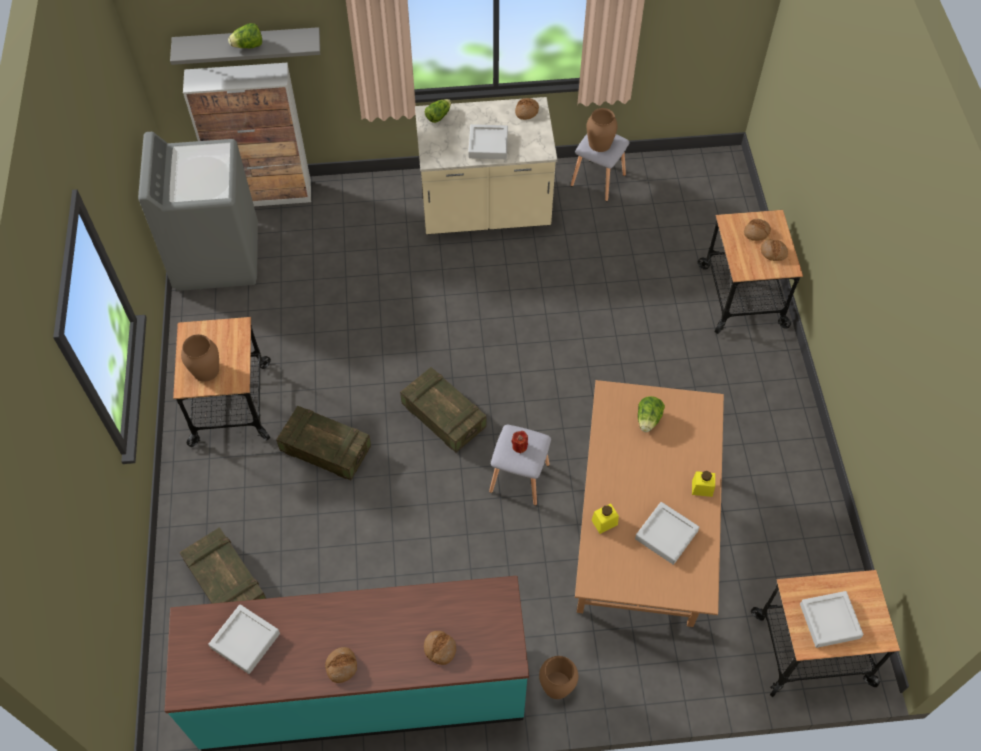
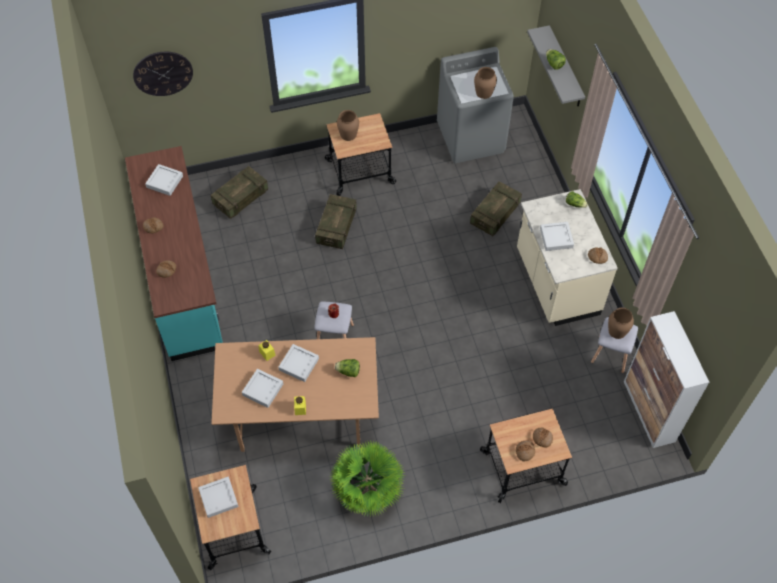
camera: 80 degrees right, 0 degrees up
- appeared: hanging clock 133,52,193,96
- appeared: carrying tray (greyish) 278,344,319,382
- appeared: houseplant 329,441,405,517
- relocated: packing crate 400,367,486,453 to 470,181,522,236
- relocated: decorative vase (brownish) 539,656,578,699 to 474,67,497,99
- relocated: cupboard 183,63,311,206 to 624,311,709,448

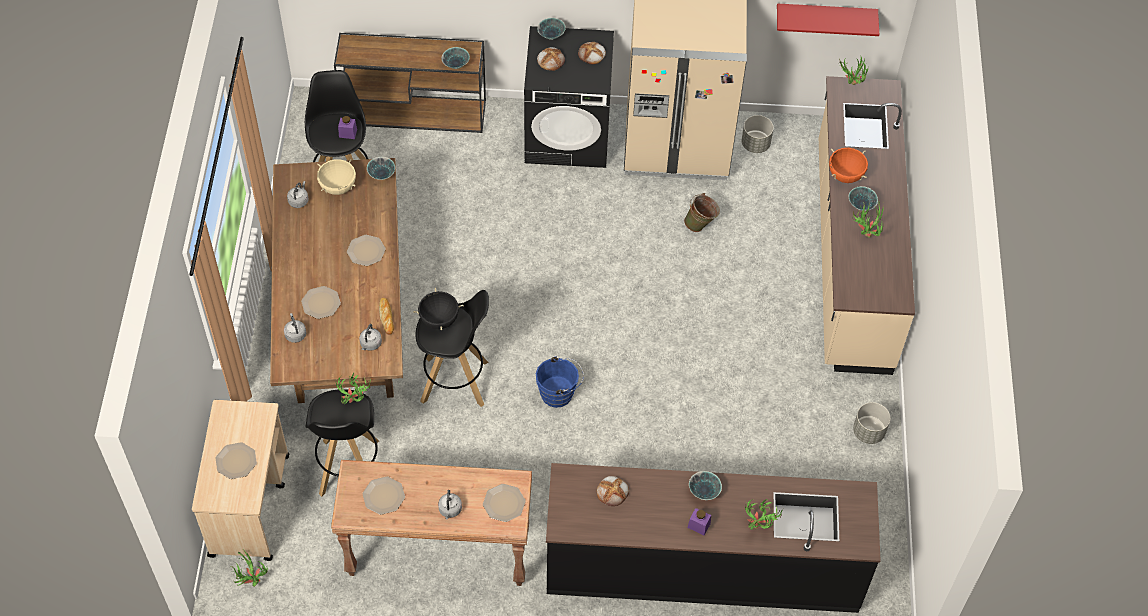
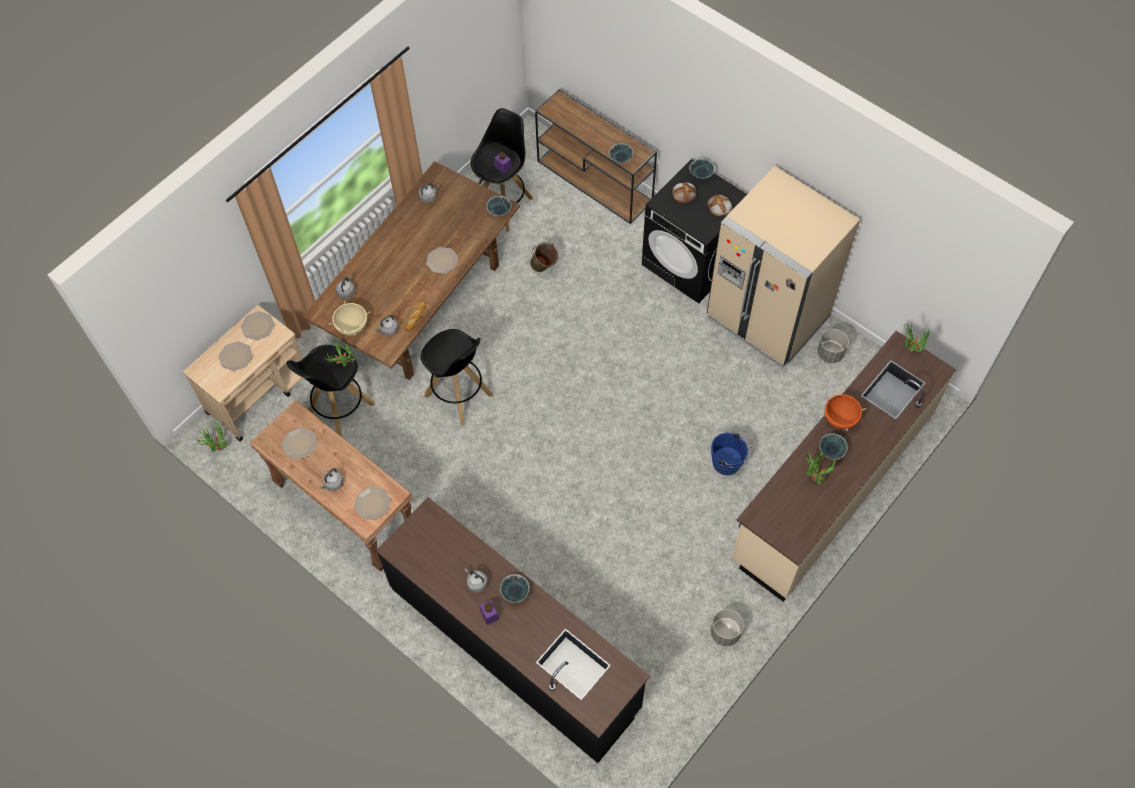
camera: 40 degrees right, 5 degrees up
- relocated: plate 301,286,341,319 to 241,311,275,340
- relocated: stockpot (beige-coloured) 317,159,356,195 to 329,300,371,336
- appeared: water kettle (greyish) 464,568,488,593
- relocated: bucket (green) 684,193,720,232 to 530,242,559,272
- relocated: bucket (bluish) 536,356,584,408 to 711,433,752,475
- missing: stockpot (black-coloured) 413,288,464,330
- missing: bread 597,476,629,506
- missing: houseplant 745,499,783,530
- missing: bracket shelf (red-coloured) 777,3,879,36

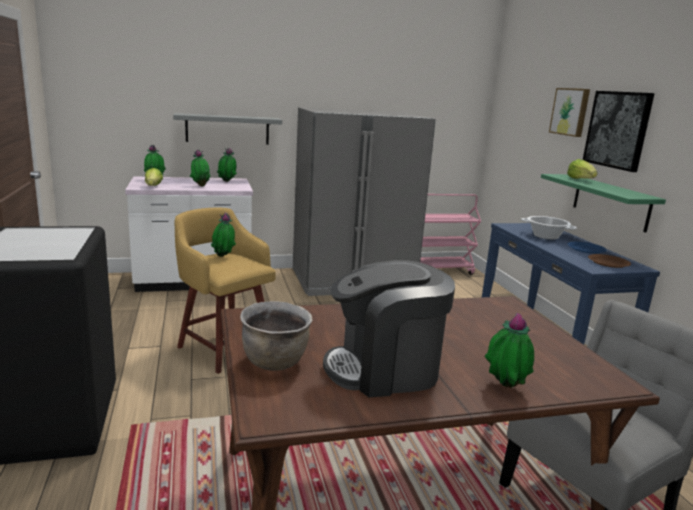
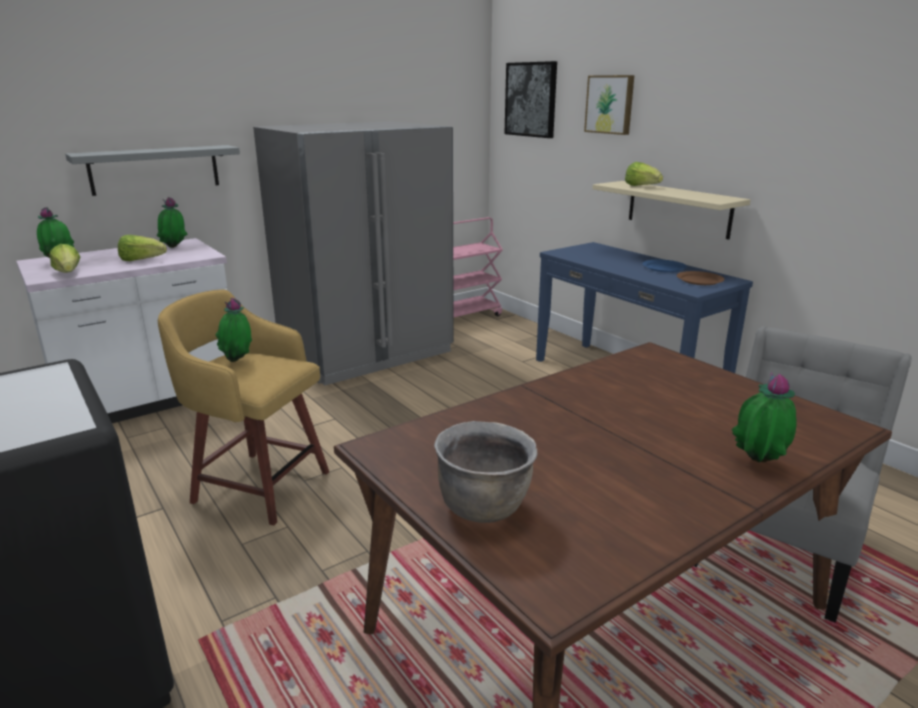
camera: 20 degrees left, 5 degrees up
- exchanged: houseplant 190,149,211,187 to head of lettuce 118,235,167,261
- relocated: wall picture 583,91,655,172 to 504,61,557,138
- colour: bracket shelf (green) 541,174,666,233 to bracket shelf (beige-coloured) 593,181,751,240
- missing: coffee machine 323,260,455,397
- missing: stockpot 521,216,577,240

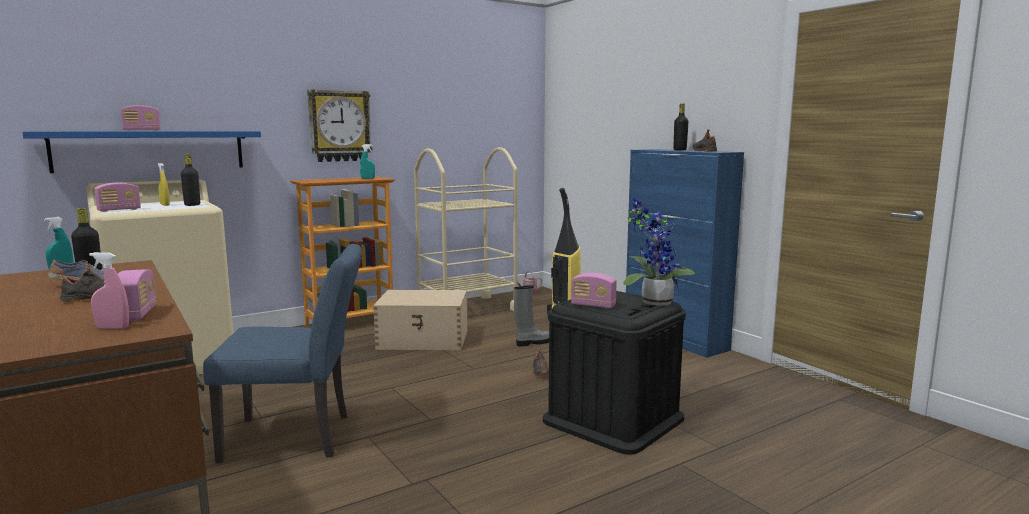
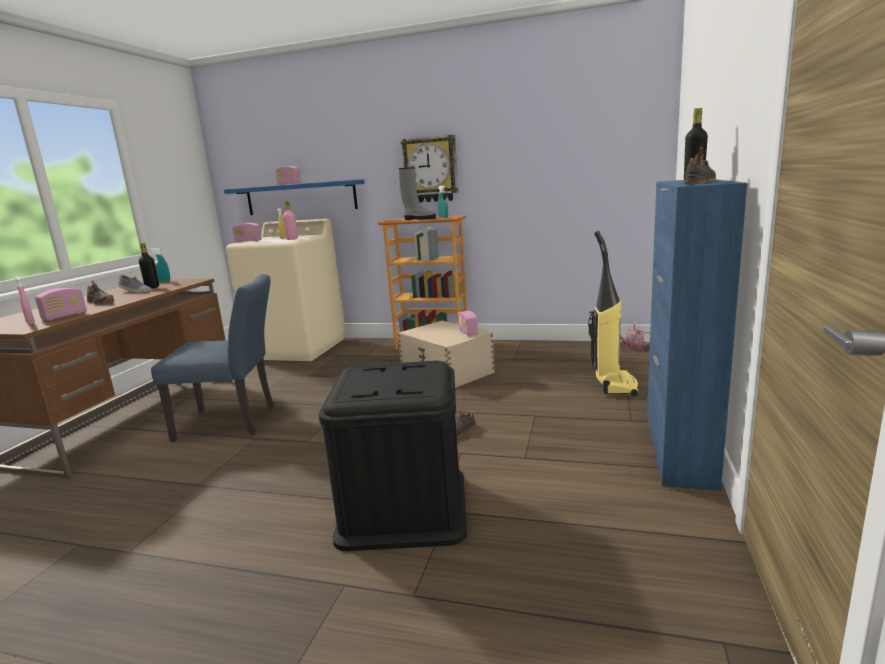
camera: 50 degrees right, 5 degrees up
- spun: chair (bluish) 203,244,362,463 = 151,274,274,442 45 degrees counterclockwise
- colour: beverage bottle (black-coloured) 181,154,200,206 to beverage bottle (pink) 283,201,298,240
- relocated: high-top boot (greyish) 514,285,549,347 to 399,167,436,220
- relocated: radio receiver 571,273,617,308 to 458,311,478,336
- missing: wheeled cart (beige-coloured) 414,147,517,311
- missing: houseplant 623,197,695,305

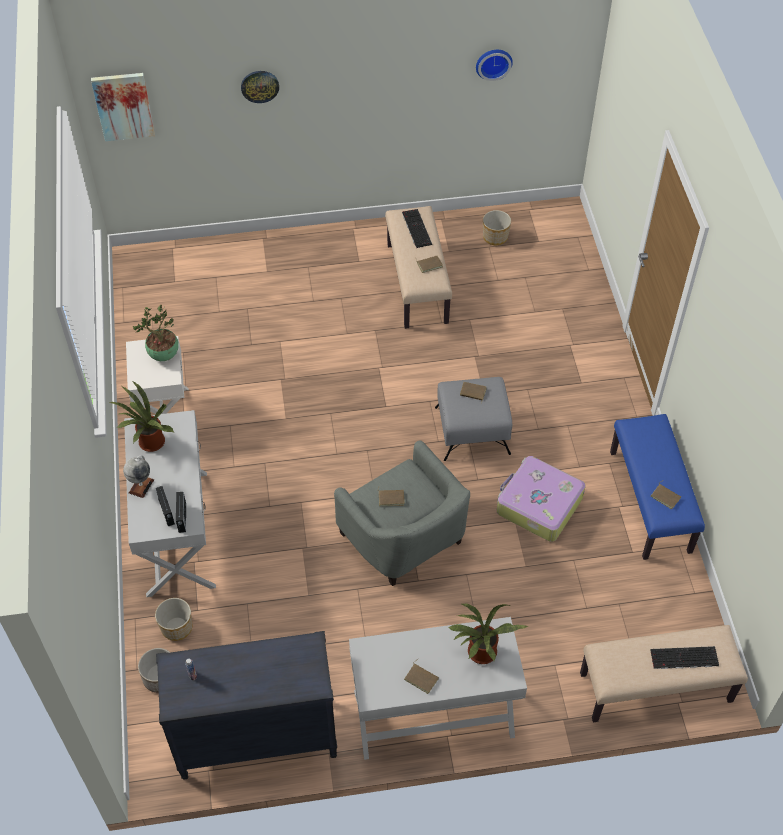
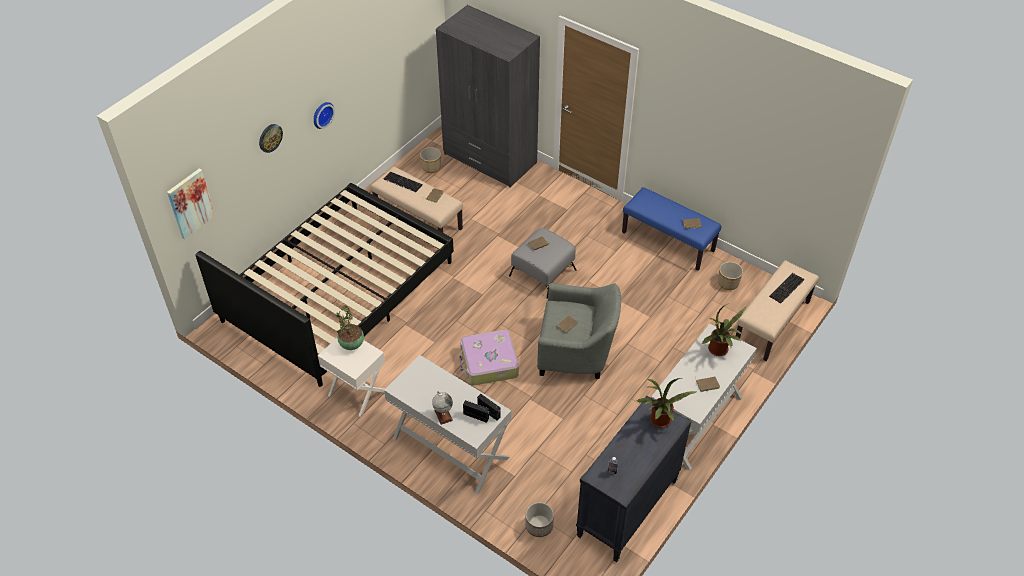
camera: 45 degrees left, 5 degrees down
- appeared: sleeping bed (black-coloured) 195,183,454,387
- relocated: hanging clock 476,50,513,81 to 314,102,335,129
- appeared: wardrobe (greyish) 436,5,540,187
- relocated: travel case 497,456,586,542 to 459,330,519,385
- relocated: houseplant 109,381,174,452 to 636,378,696,428
- relocated: plant pot 155,598,192,641 to 718,262,743,290

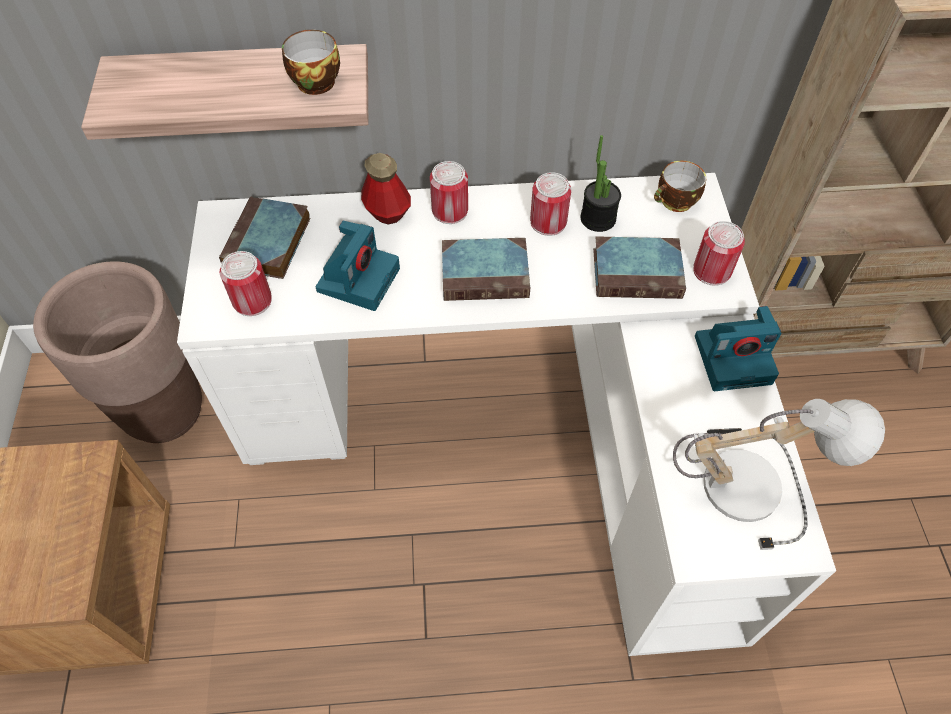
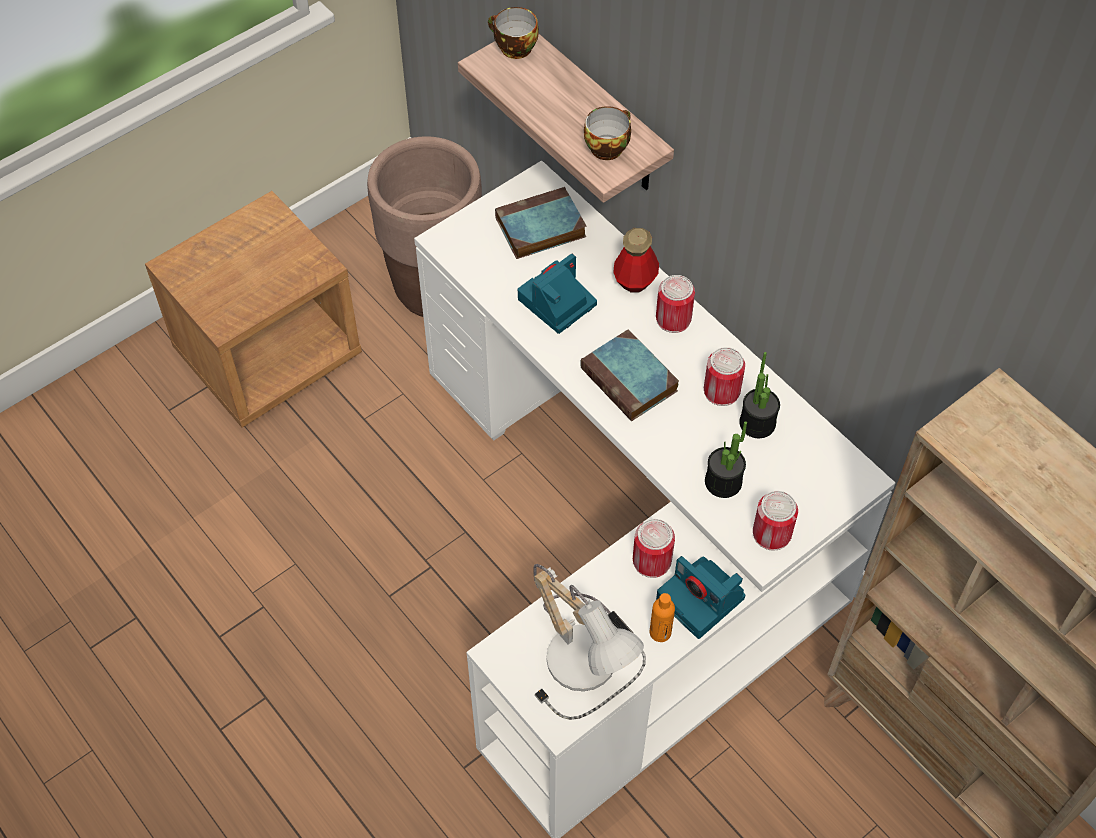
camera: 55 degrees right, 0 degrees up
- relocated: drinking cup 654,161,706,212 to 488,7,539,59
- spun: photo camera 316,221,400,311 = 518,254,597,334 150 degrees clockwise
- relocated: metal can 220,251,272,316 to 633,519,675,578
- appeared: beverage bottle (orange-coloured) 650,593,675,642
- exchanged: book 593,237,686,299 to houseplant 705,421,747,498

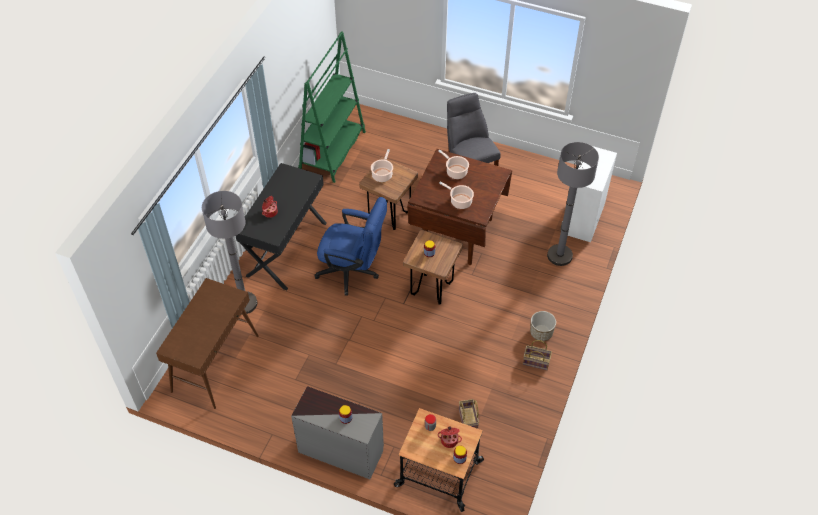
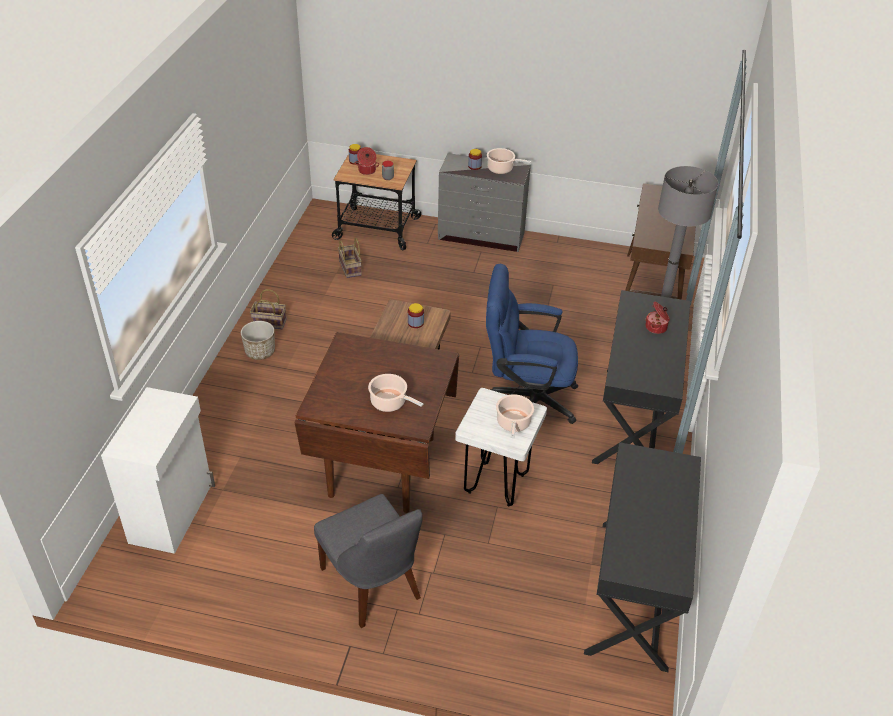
camera: 170 degrees right, 10 degrees down
- colour: sitting stool (brownish) 359,157,418,230 to sitting stool (white) 455,388,547,506
- relocated: stockpot 439,182,474,209 to 487,148,531,174
- exchanged: bookshelf (green) 298,32,366,183 to desk (black-coloured) 584,442,701,672
- missing: standard lamp (greyish) 547,142,599,266

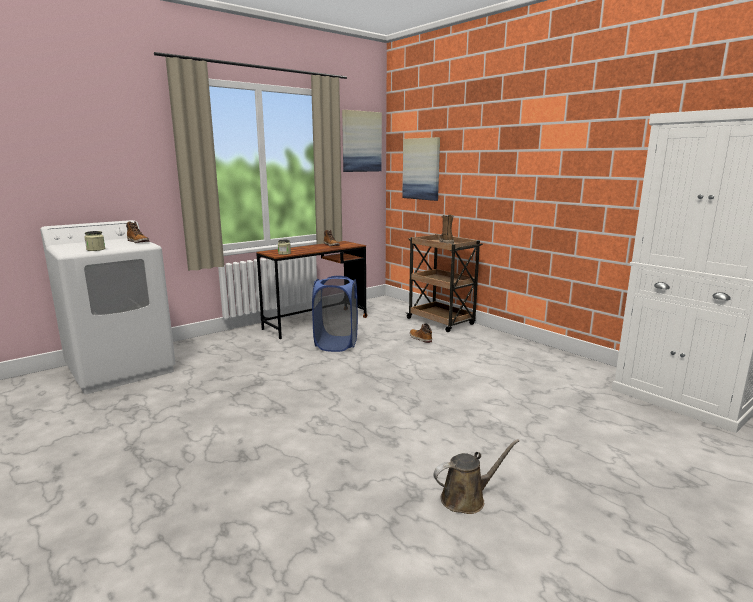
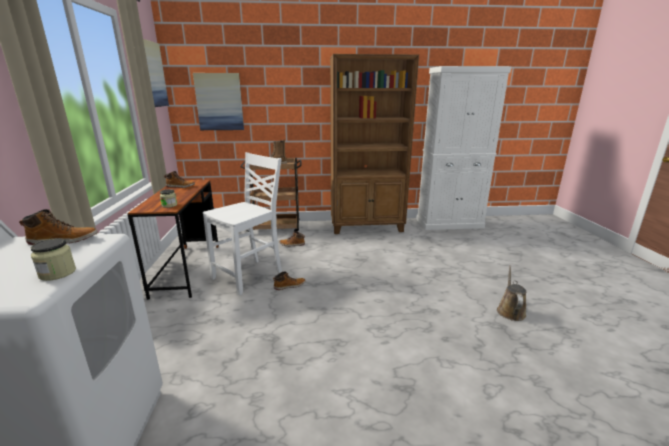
camera: 55 degrees left, 5 degrees up
- exchanged: laundry basket (bluish) 312,276,358,352 to chair (white) 203,152,282,296
- appeared: high-top boot 273,272,305,290
- appeared: bookshelf (brownish) 330,54,419,234

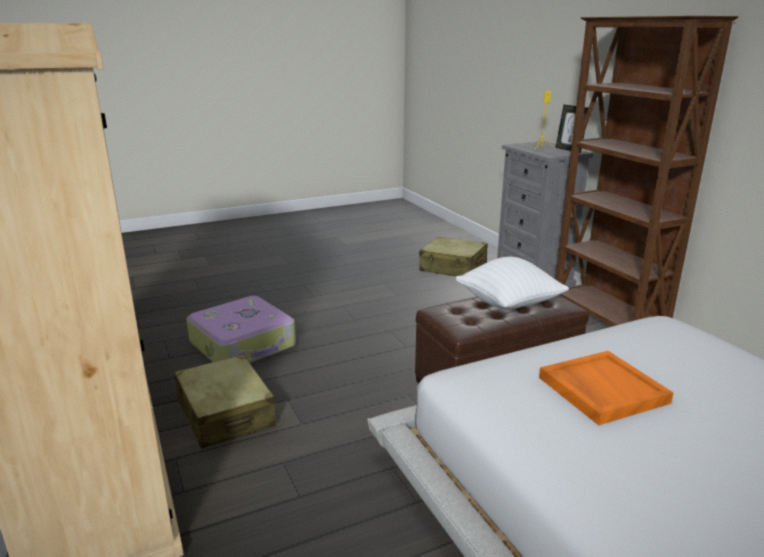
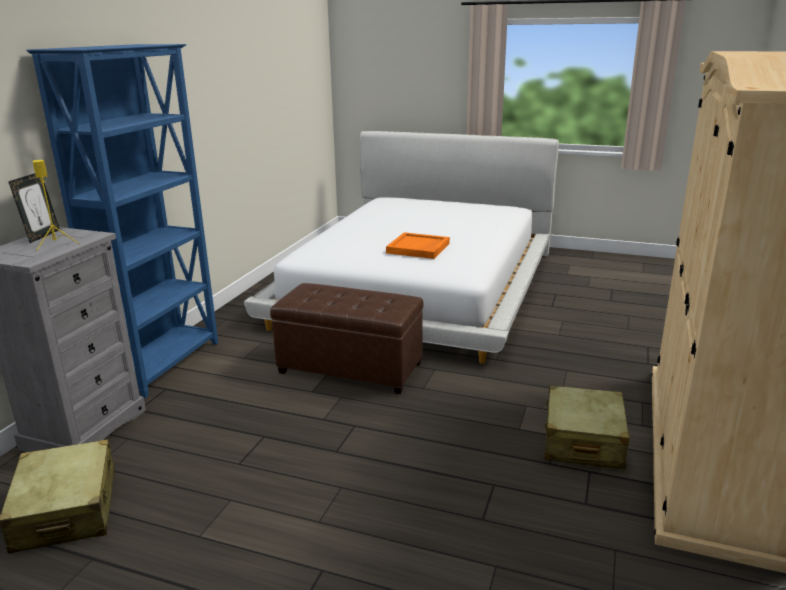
camera: 135 degrees left, 0 degrees up
- colour: bookshelf (brownish) 556,16,738,326 to bookshelf (bluish) 26,44,218,398
- missing: travel case 186,296,296,363
- missing: throw pillow (white) 455,257,569,310

